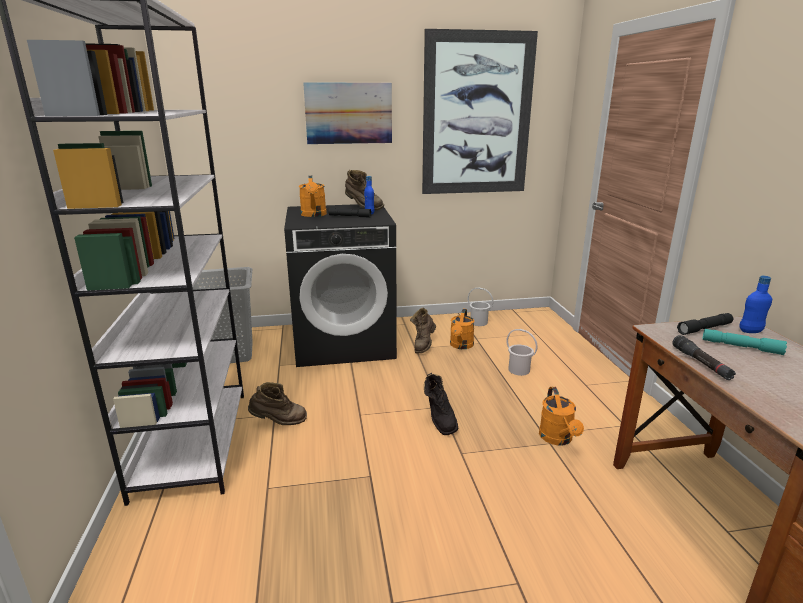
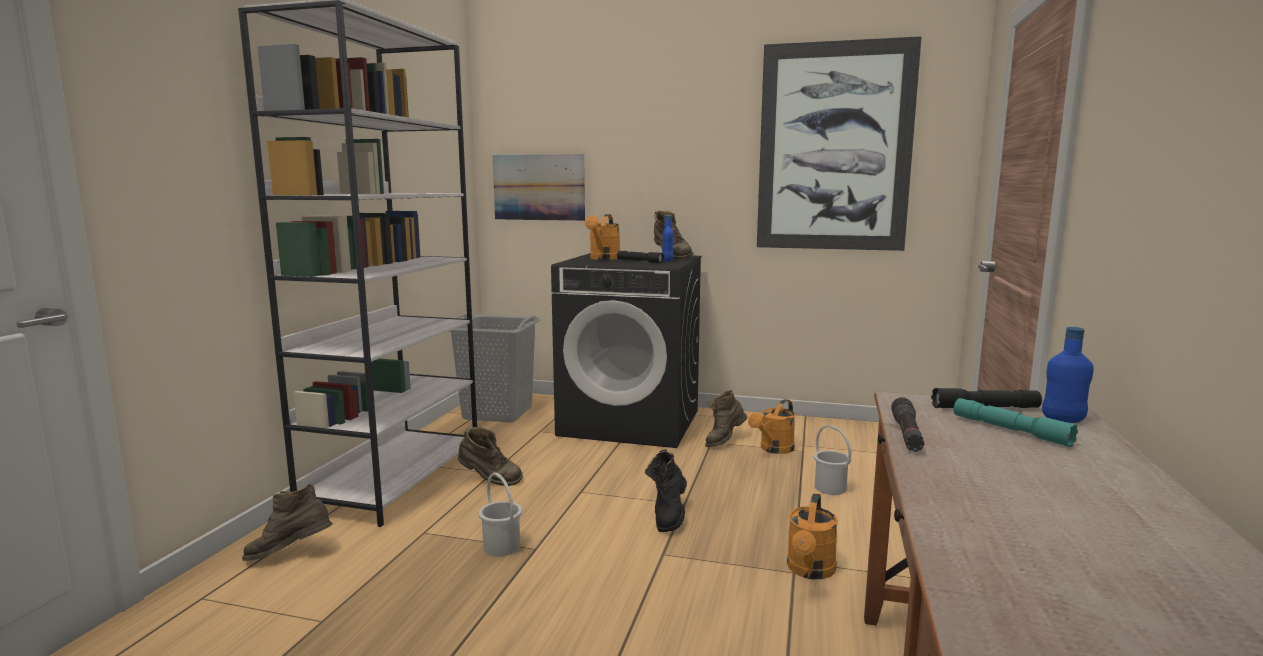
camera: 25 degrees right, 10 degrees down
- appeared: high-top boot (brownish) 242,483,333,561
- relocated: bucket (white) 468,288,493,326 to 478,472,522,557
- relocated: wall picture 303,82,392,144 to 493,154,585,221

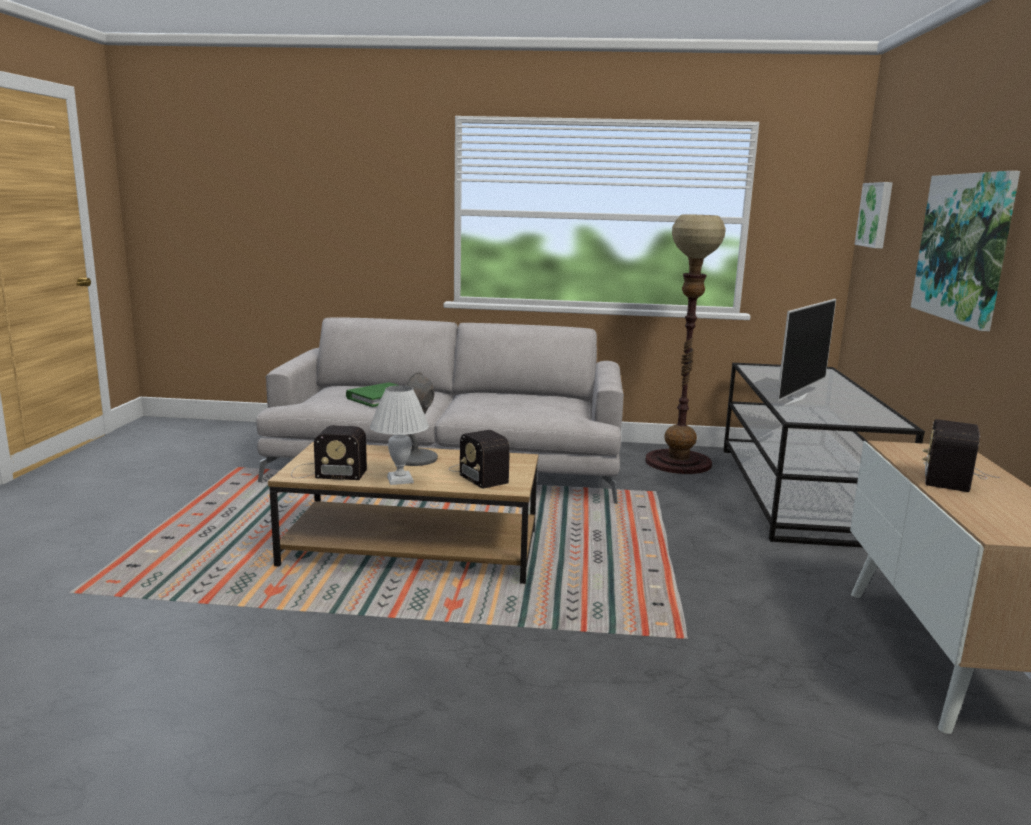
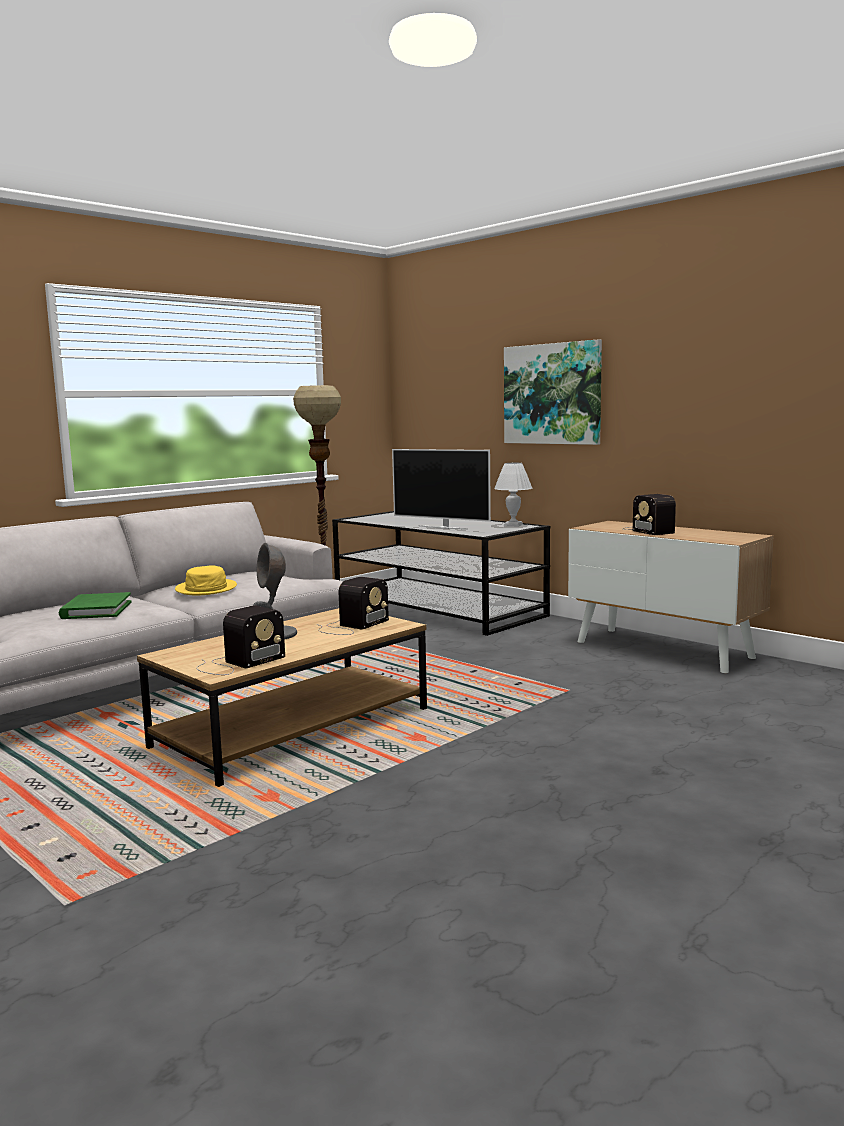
camera: 50 degrees left, 5 degrees down
- appeared: hat (yellow) 175,565,237,595
- spun: radio receiver 449,430,510,489 = 316,577,389,635 60 degrees counterclockwise
- spun: TV 777,299,836,406 = 392,449,491,530 135 degrees clockwise
- relocated: tabletop lamp (white) 370,385,429,485 to 494,463,532,527
- missing: wall picture 854,182,893,249

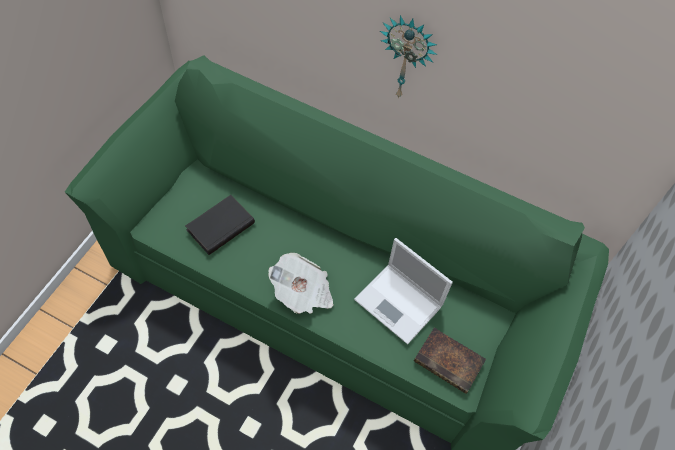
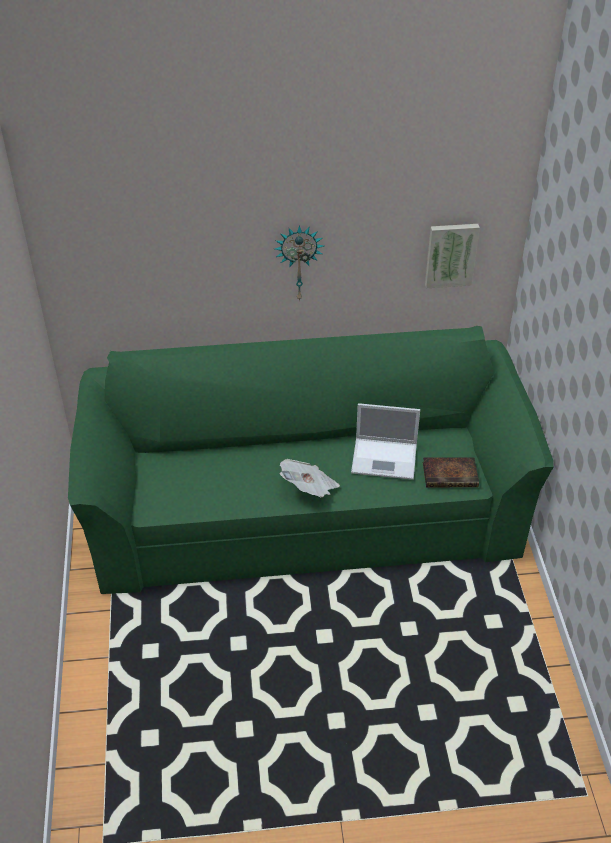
camera: 30 degrees left, 15 degrees down
- appeared: wall picture 425,224,480,288
- missing: book (black-coloured) 185,195,255,255

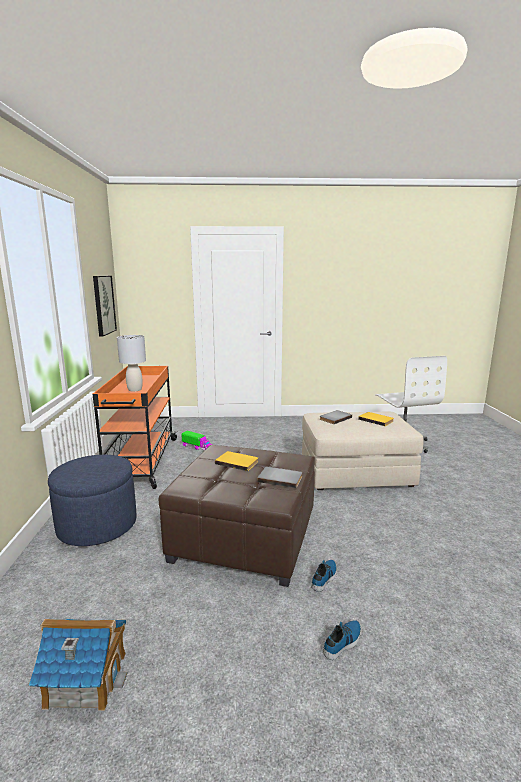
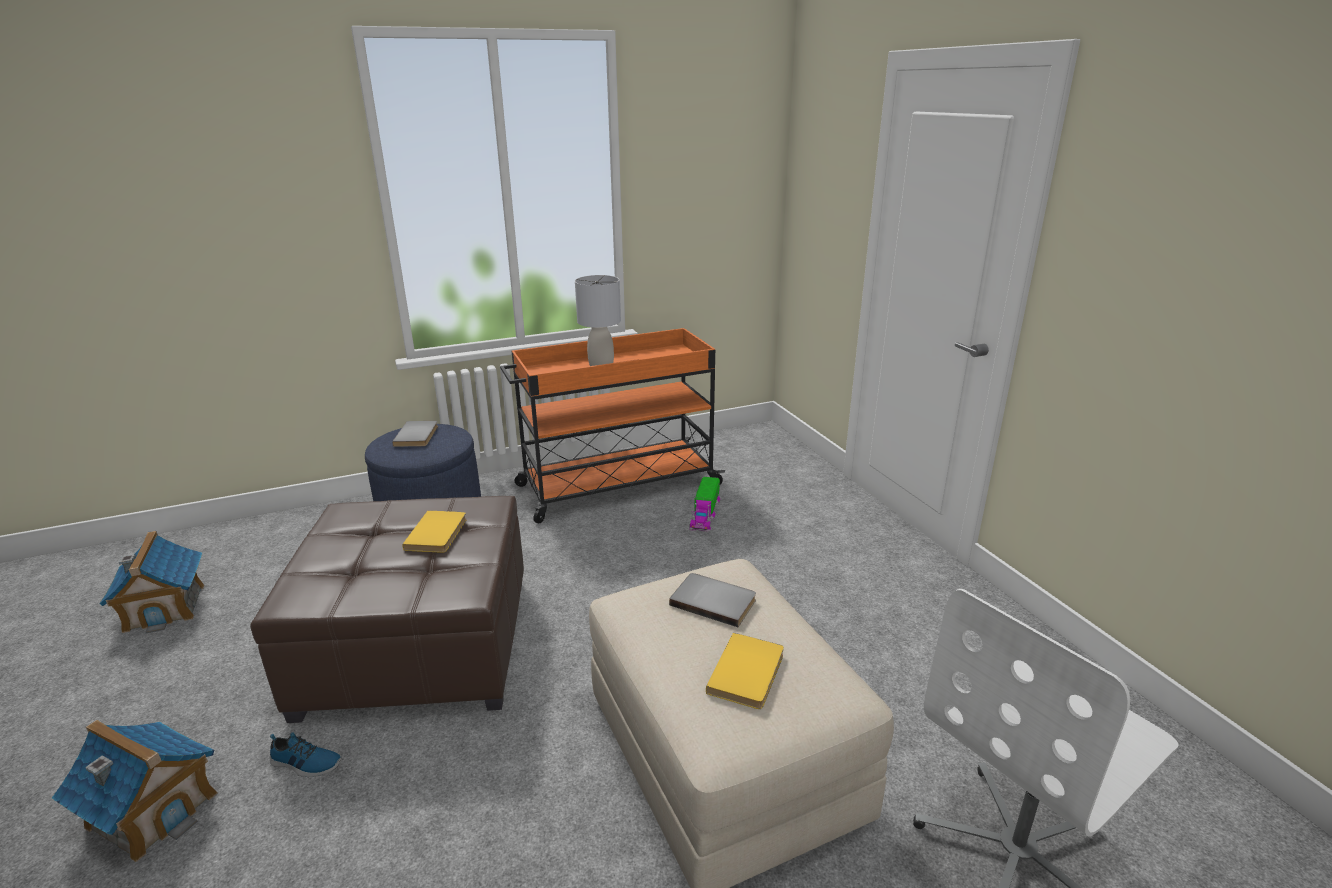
camera: 70 degrees right, 10 degrees up
- exchanged: shoe 323,620,361,660 to model house 52,719,218,862
- relocated: book (greyish) 257,467,303,488 to 392,421,438,447
- missing: wall picture 93,276,117,337

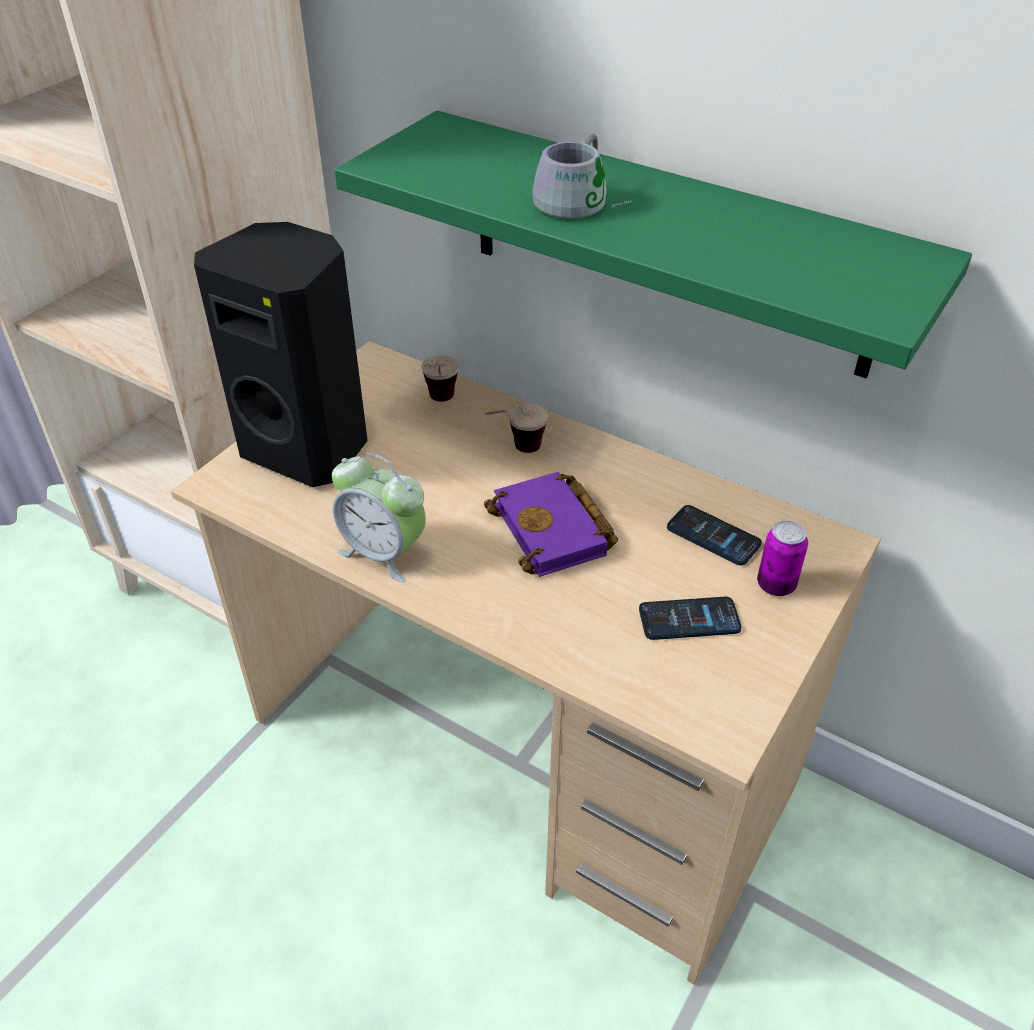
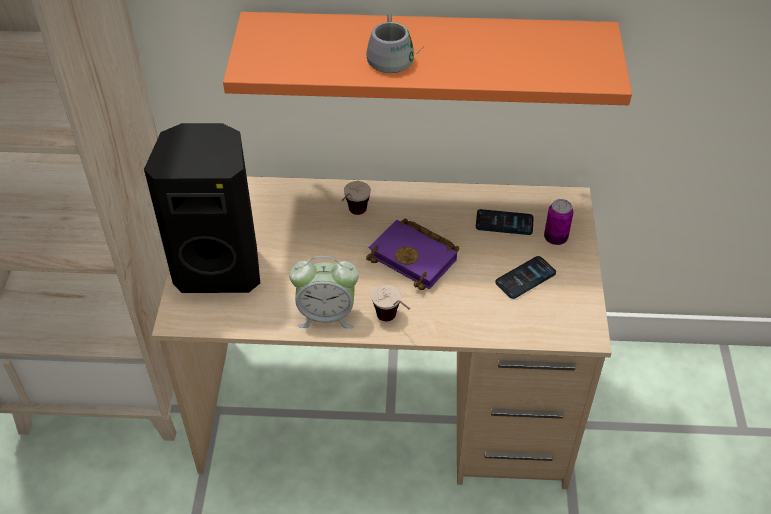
camera: 30 degrees left, 5 degrees up
- colour: bracket shelf (green) 335,110,972,378 to bracket shelf (orange-coloured) 223,12,632,105
- relocated: drinking cup 422,355,459,402 to 371,285,410,321

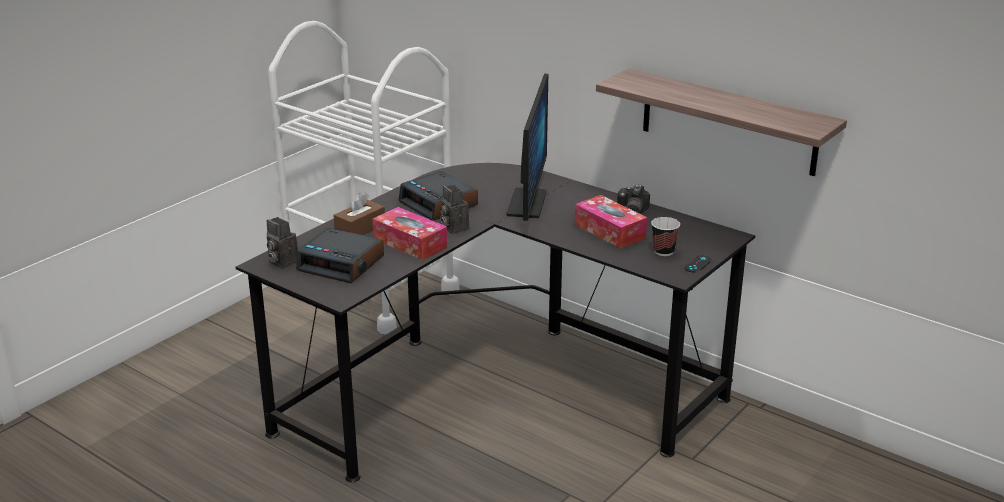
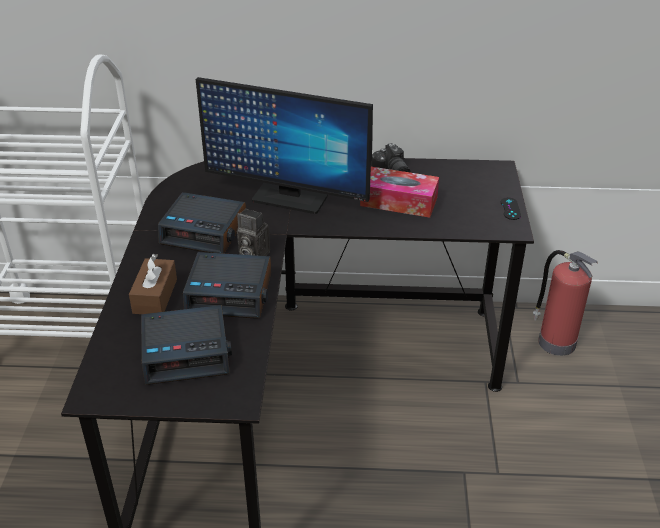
camera: 35 degrees left, 10 degrees up
- exchanged: tissue box 373,207,447,260 to table clock 183,252,271,319
- spun: monitor 507,74,548,221 = 196,77,373,214 135 degrees clockwise
- appeared: fire-fighting cylinder 533,250,598,356
- missing: photo camera 267,217,298,269
- missing: bracket shelf 596,69,847,176
- missing: drinking cup 651,217,680,256

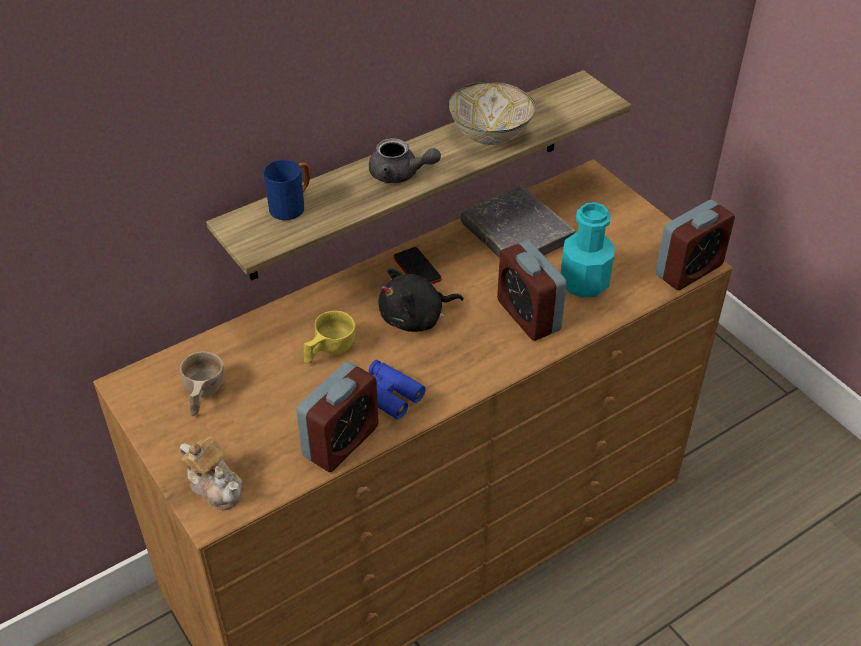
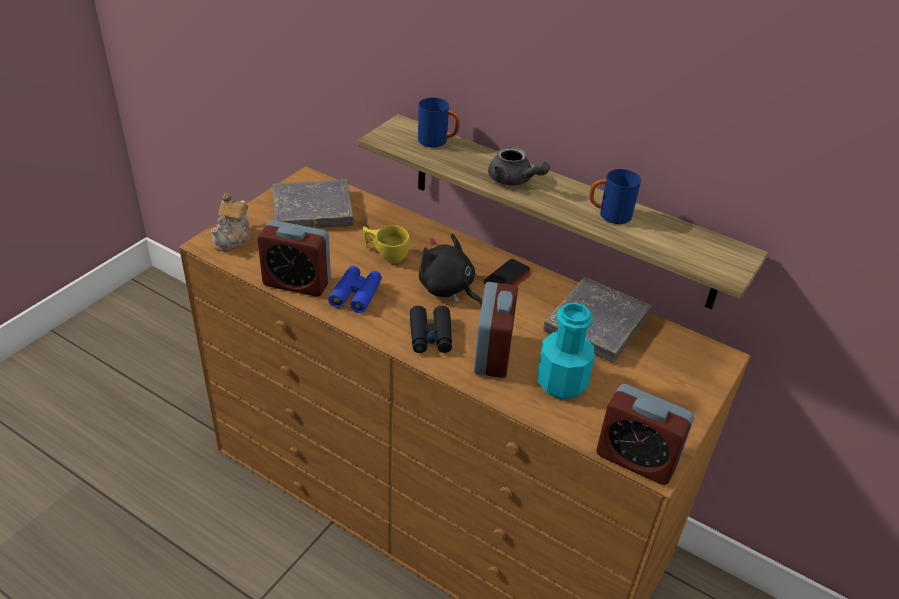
camera: 65 degrees right, 5 degrees down
- exchanged: drinking cup (beige-coloured) 180,352,224,416 to book (greyish) 272,179,354,228
- appeared: pair of binoculars (black-coloured) 410,306,452,353
- spun: table clock 497,240,567,341 = 474,282,518,378 150 degrees clockwise
- spun: pot for tea (greyish) 369,138,441,183 = 488,146,550,186 45 degrees counterclockwise
- exchanged: serving bowl 449,81,536,145 to coffee mug (bluish) 589,169,641,224

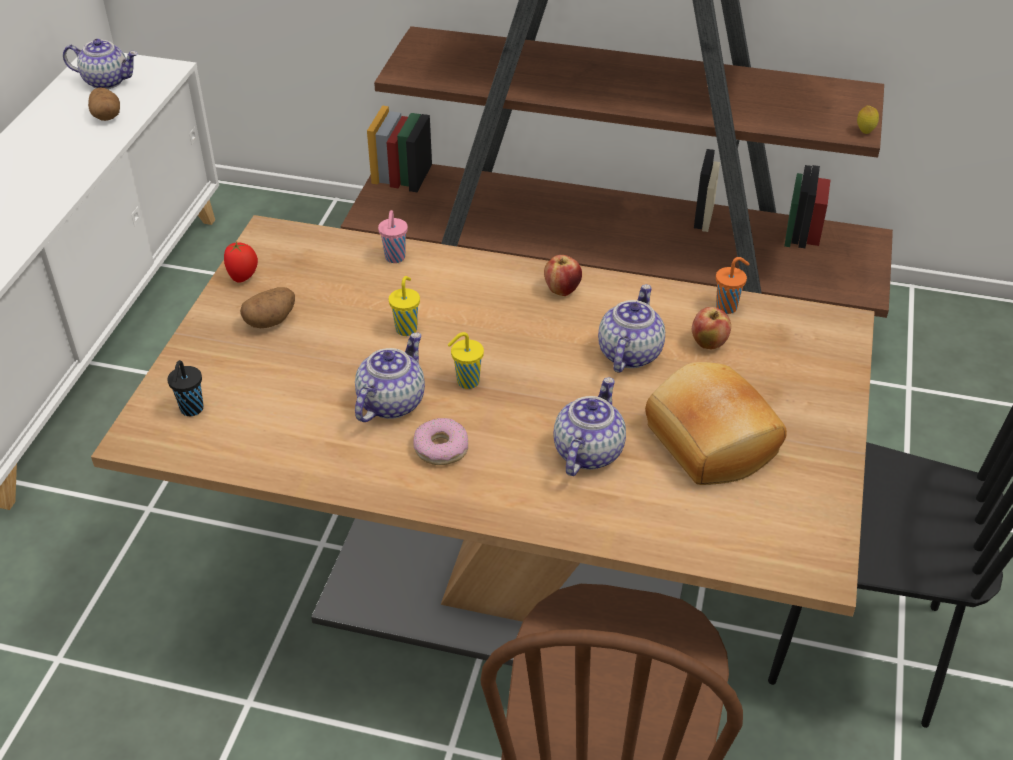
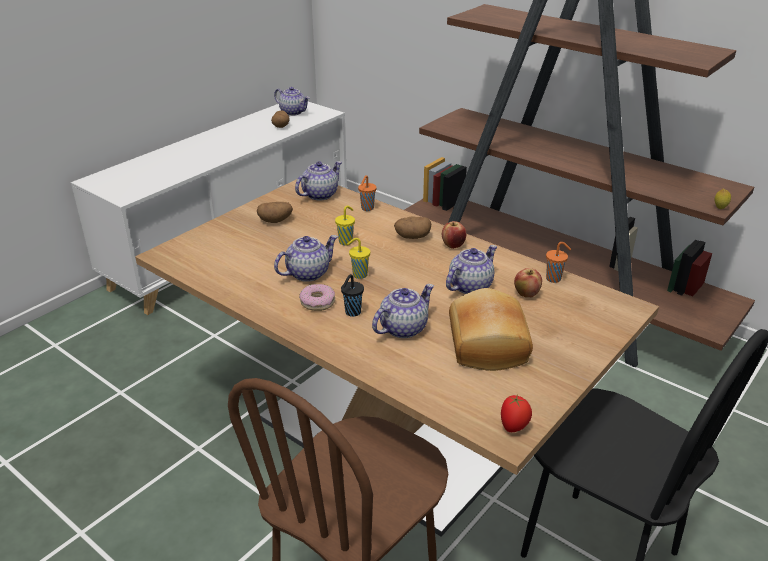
camera: 25 degrees right, 10 degrees down
- appeared: pot for tea 295,161,342,200
- relocated: drinking cup (black-coloured) 167,360,203,416 to 341,274,364,317
- colour: drinking cup (pink) 378,210,408,263 to drinking cup (orange-coloured) 358,175,377,211
- appeared: potato 394,216,431,239
- relocated: fresh tomato 224,242,258,283 to 501,395,532,432

